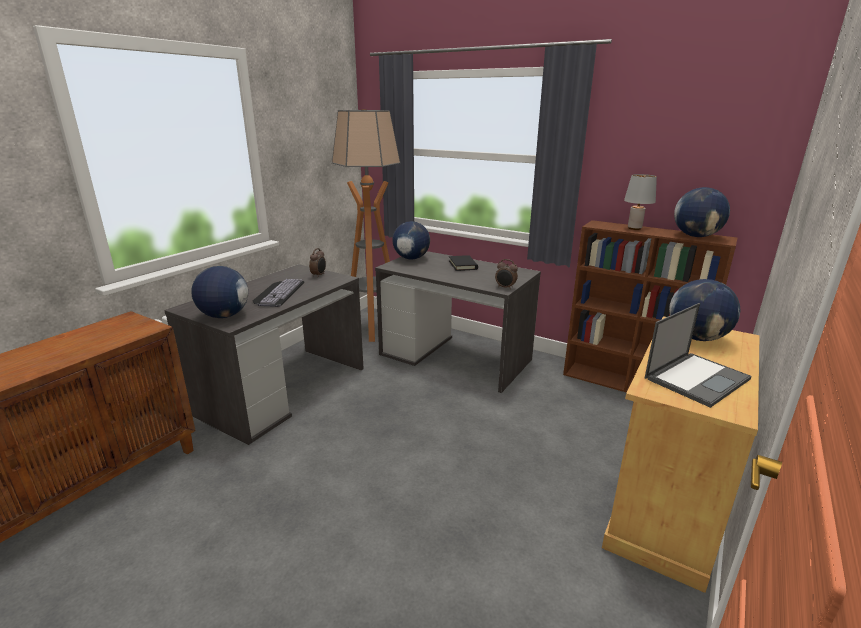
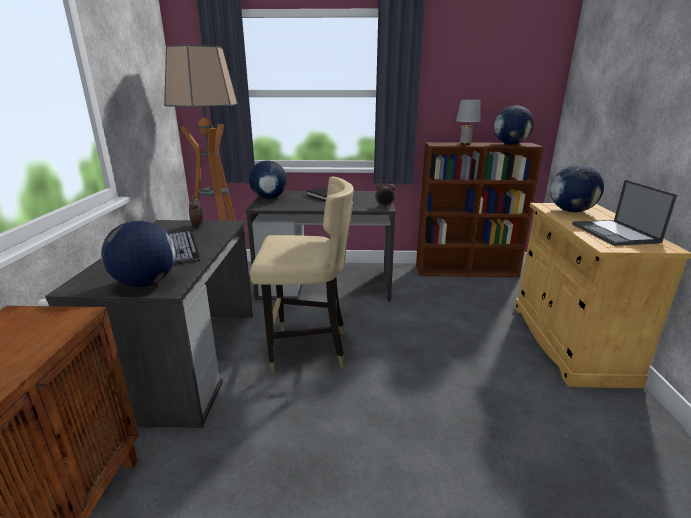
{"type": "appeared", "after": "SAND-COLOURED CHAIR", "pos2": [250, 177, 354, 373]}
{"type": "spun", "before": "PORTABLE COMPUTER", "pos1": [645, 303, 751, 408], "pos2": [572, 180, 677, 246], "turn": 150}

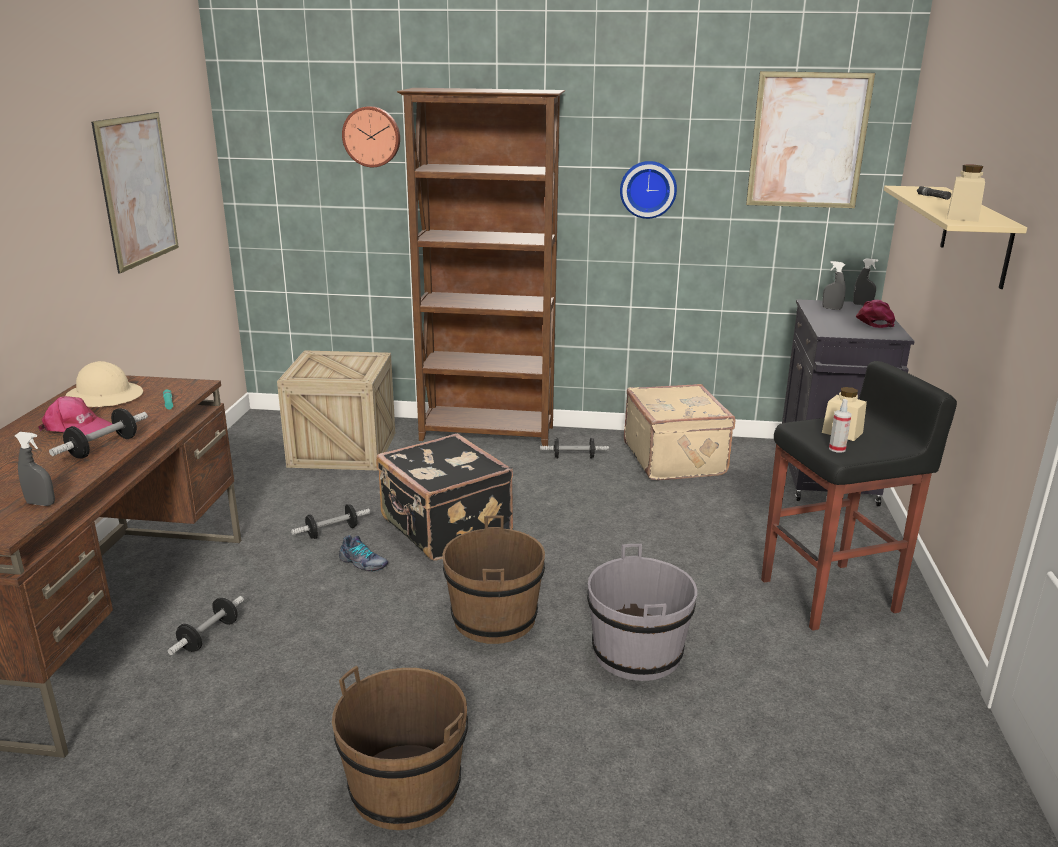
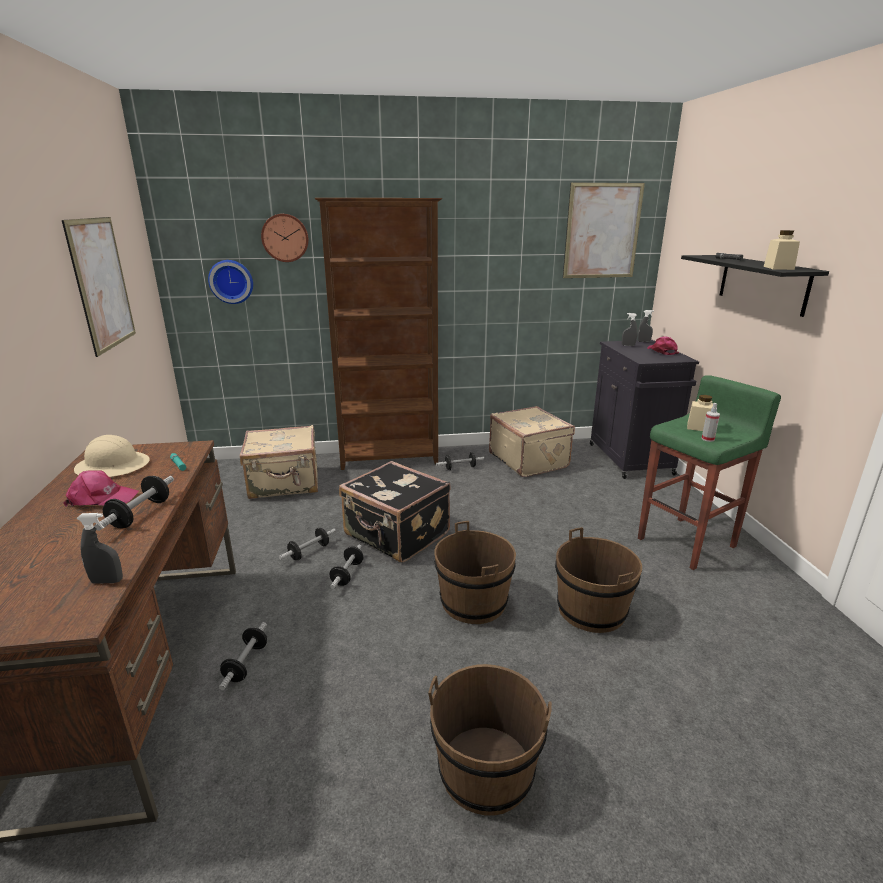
{"type": "relocated", "before": "CLOCK ON THE WALL", "pos1": [620, 161, 677, 219], "pos2": [208, 260, 253, 304]}
{"type": "exchanged", "before": "CRATE", "after": "SAND-COLOURED TRAVEL CASE", "pos1": [277, 350, 395, 471], "pos2": [240, 425, 318, 499]}
{"type": "exchanged", "before": "SHOE", "after": "HAND WEIGHT", "pos1": [339, 535, 388, 572], "pos2": [330, 545, 363, 589]}
{"type": "colour", "before": "GRAY PAIL", "after": "BROWN PAIL", "pos1": [587, 544, 697, 681], "pos2": [555, 527, 642, 633]}
{"type": "colour", "before": "BLACKISH SITTING STOOL", "after": "GREENISH SITTING STOOL", "pos1": [761, 361, 957, 631], "pos2": [638, 375, 781, 570]}
{"type": "colour", "before": "SAND-COLOURED SHELF", "after": "BLACKISH SHELF", "pos1": [884, 186, 1027, 289], "pos2": [681, 255, 829, 317]}

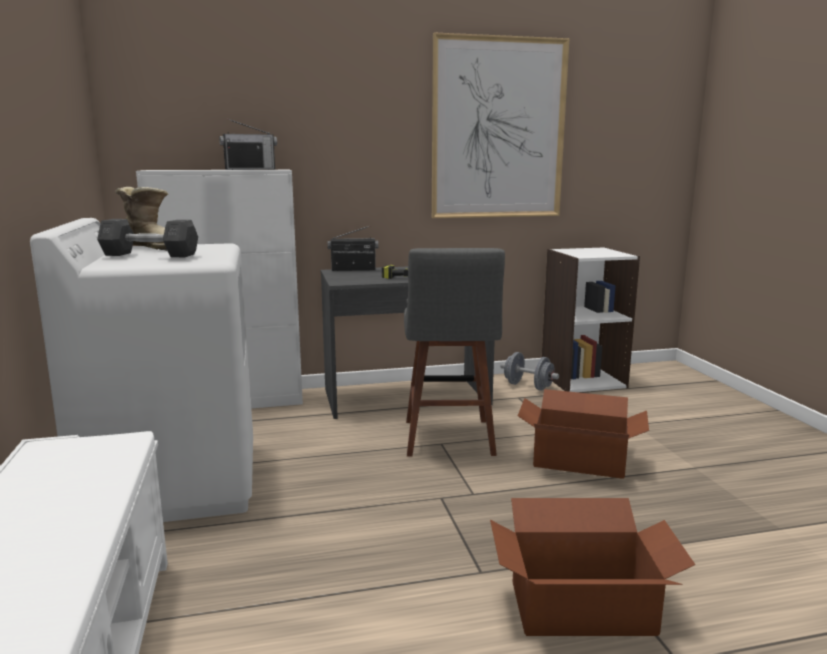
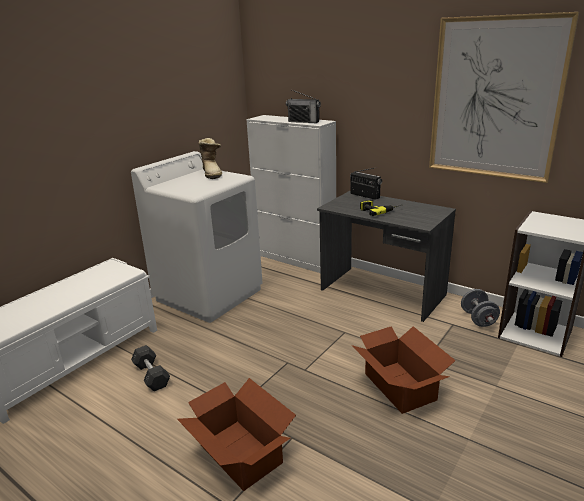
{"type": "missing", "before": "GRAY SITTING STOOL", "pos1": [404, 248, 505, 457]}
{"type": "relocated", "before": "GRAY HAND WEIGHT", "pos1": [97, 219, 198, 257], "pos2": [131, 345, 170, 391]}

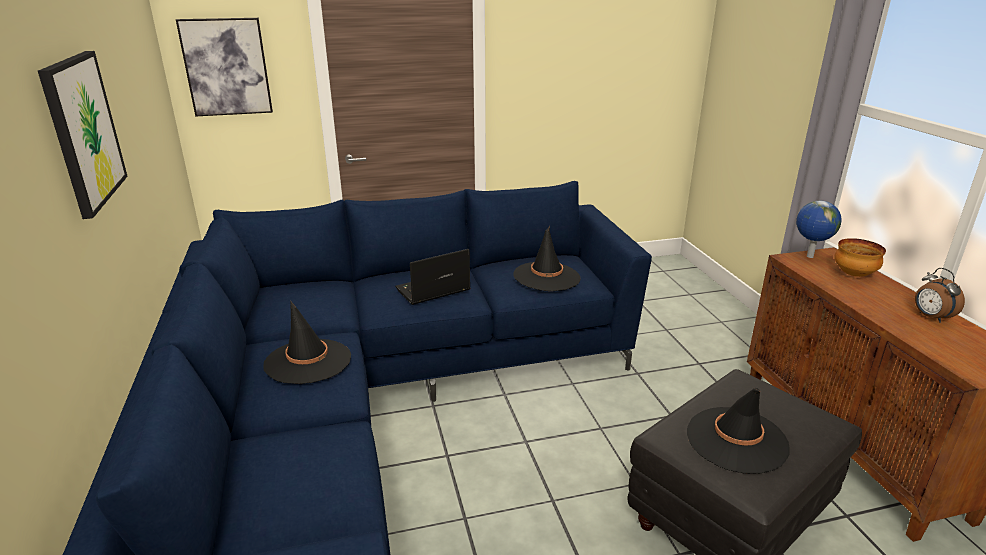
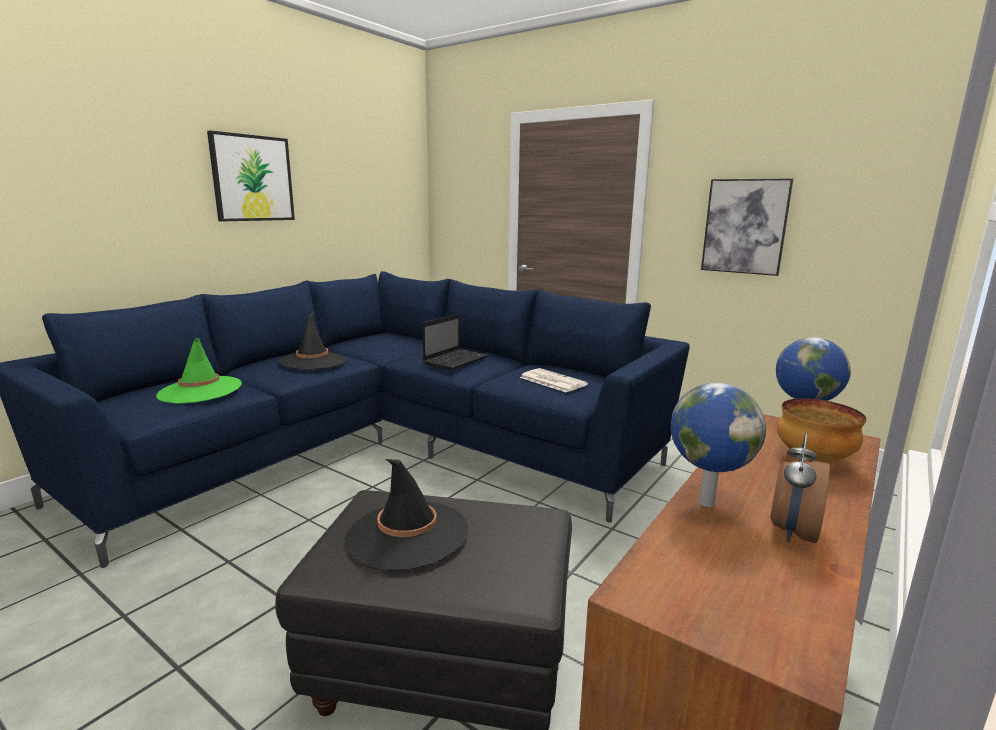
{"type": "appeared", "after": "GREENISH WEARABLE HAT", "pos2": [156, 338, 242, 404]}
{"type": "appeared", "after": "WORLD GLOBE", "pos2": [671, 383, 766, 507]}
{"type": "relocated", "before": "WALL PICTURE", "pos1": [176, 18, 273, 117], "pos2": [701, 178, 793, 276]}
{"type": "exchanged", "before": "BLACKISH WEARABLE HAT", "after": "DAILY PAPER", "pos1": [513, 226, 581, 291], "pos2": [520, 368, 588, 393]}
{"type": "spun", "before": "PORTABLE COMPUTER", "pos1": [395, 249, 470, 305], "pos2": [422, 314, 489, 370], "turn": 105}

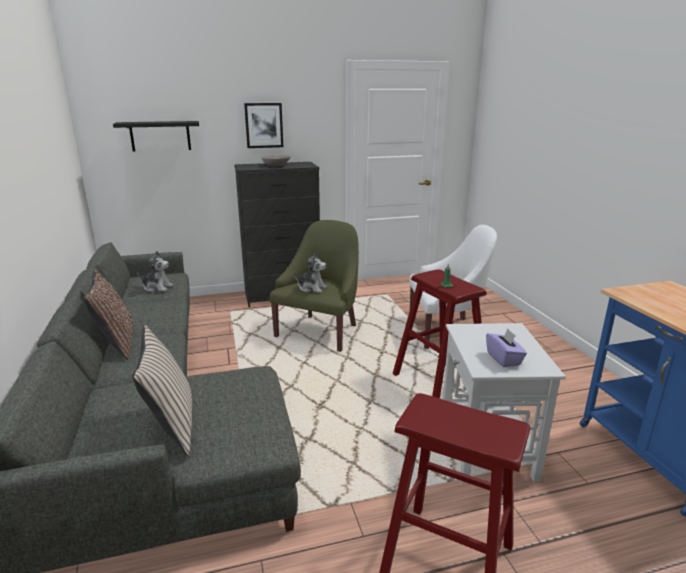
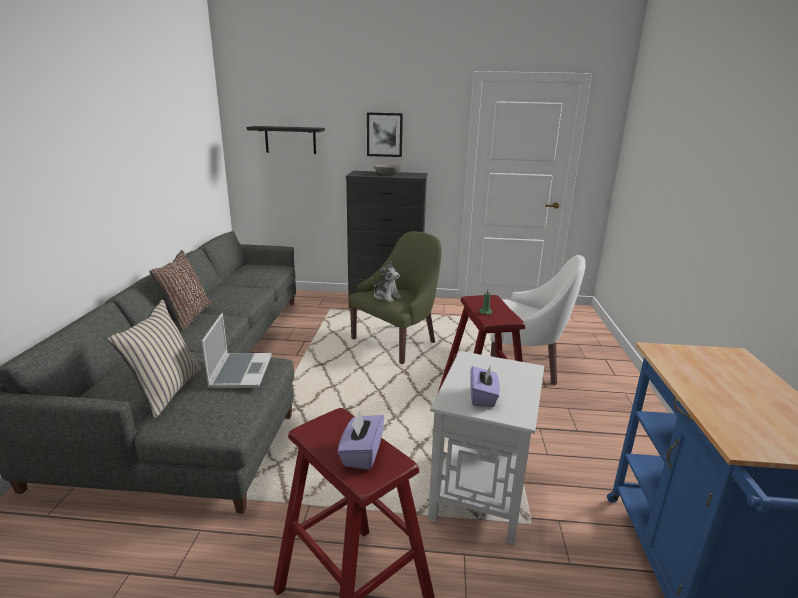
{"type": "missing", "before": "PLUSH TOY", "pos1": [137, 251, 174, 292]}
{"type": "appeared", "after": "PORTABLE COMPUTER", "pos2": [202, 313, 272, 388]}
{"type": "appeared", "after": "PURPLE-COLOURED TISSUE HOLDER", "pos2": [338, 410, 384, 470]}

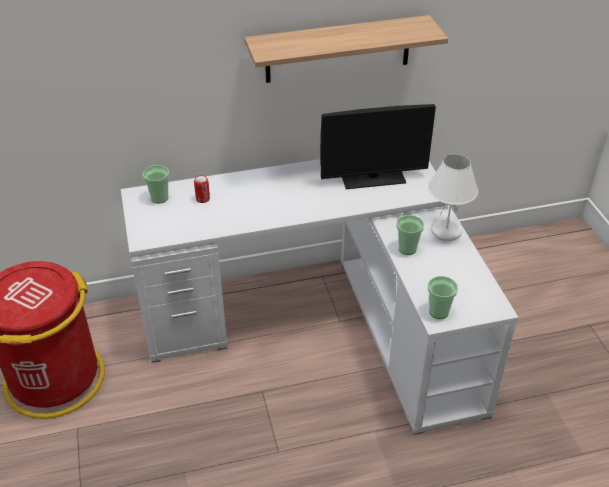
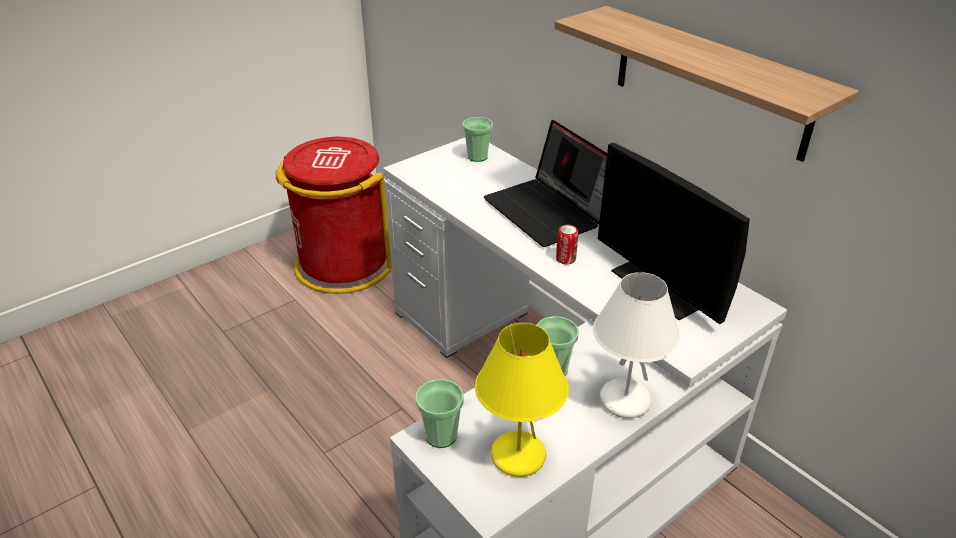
{"type": "appeared", "after": "YELLOWISH TABLETOP LAMP", "pos2": [475, 323, 569, 477]}
{"type": "appeared", "after": "PORTABLE COMPUTER", "pos2": [484, 120, 607, 247]}
{"type": "relocated", "before": "CAN", "pos1": [194, 175, 210, 203], "pos2": [556, 224, 578, 264]}

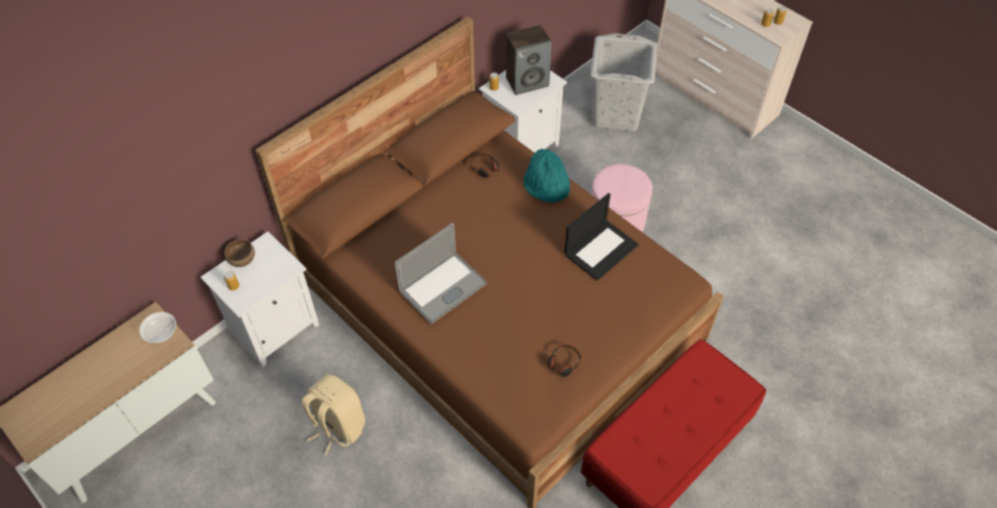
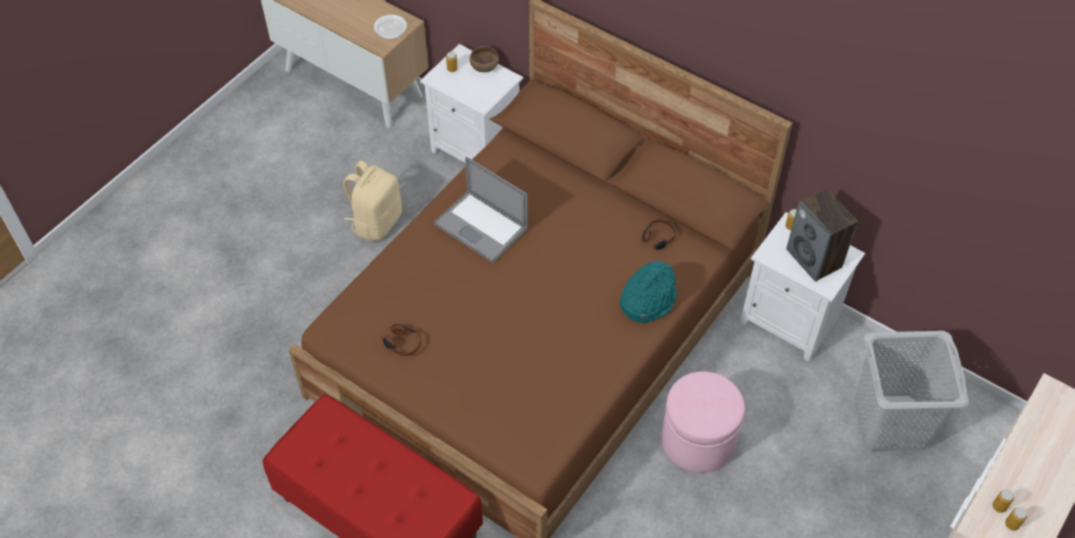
{"type": "missing", "before": "PORTABLE COMPUTER", "pos1": [564, 193, 638, 281]}

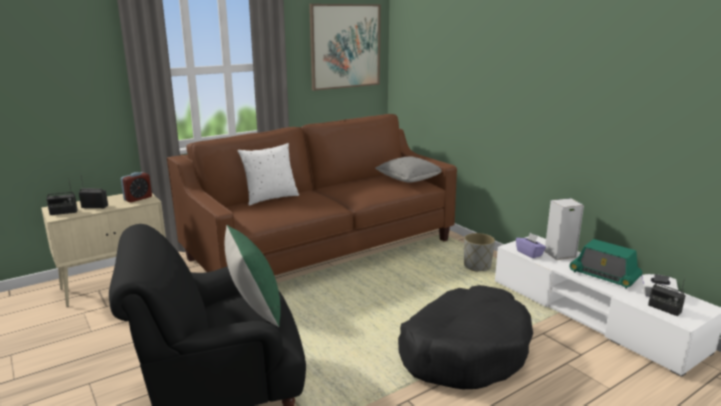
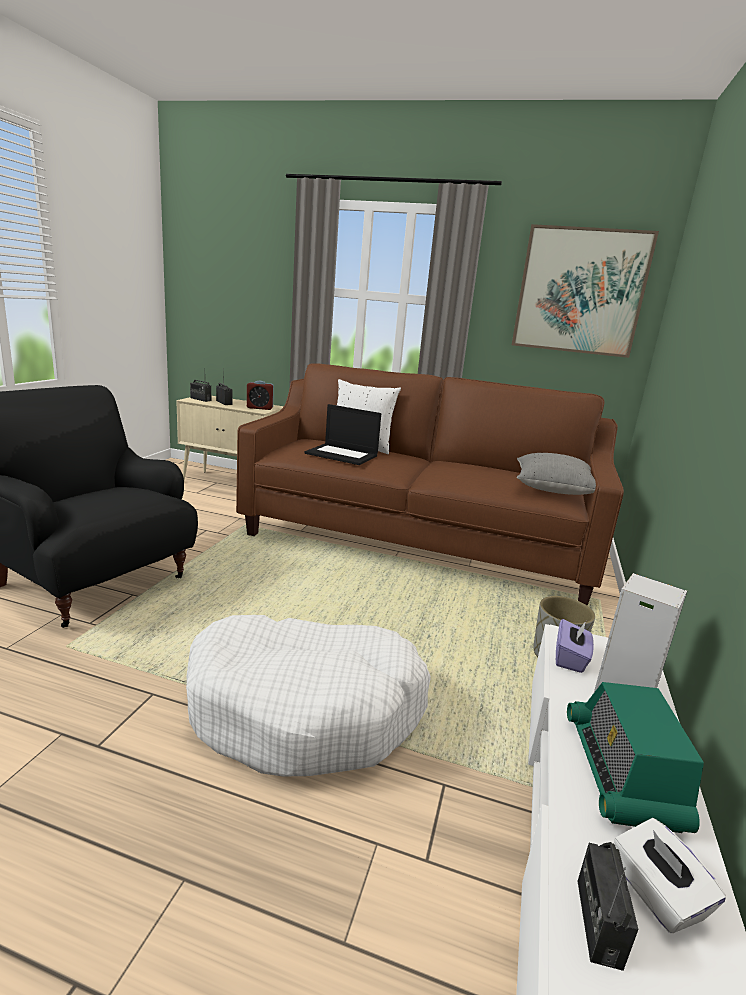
{"type": "missing", "before": "GREENISH THROW PILLOW", "pos1": [225, 225, 281, 327]}
{"type": "appeared", "after": "PORTABLE COMPUTER", "pos2": [305, 404, 381, 465]}
{"type": "colour", "before": "BLACKISH DOG BED", "after": "WHITE-COLOURED DOG BED", "pos1": [398, 285, 533, 389], "pos2": [186, 615, 431, 777]}

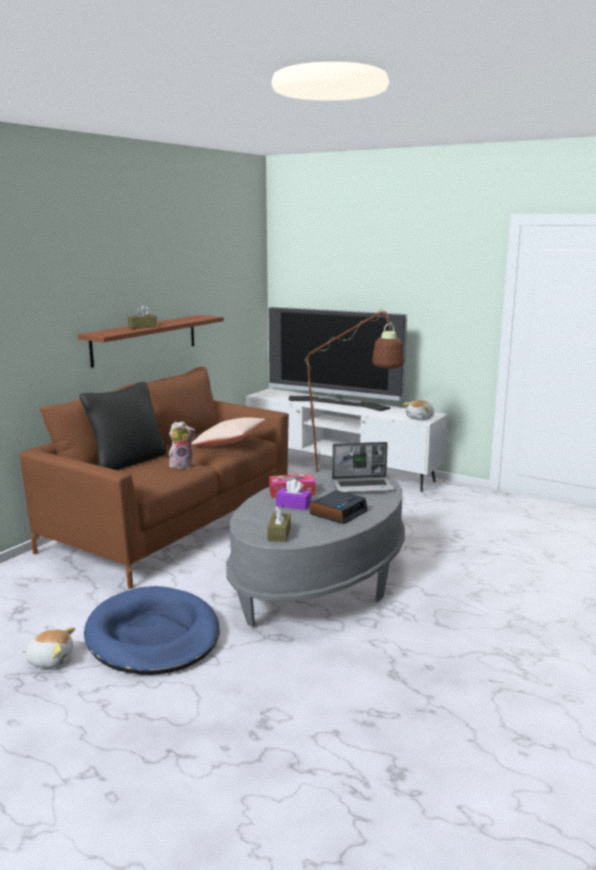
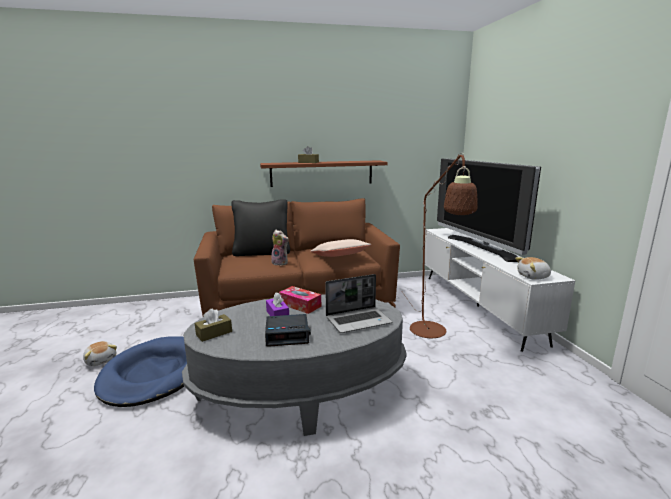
{"type": "spun", "before": "PORTABLE COMPUTER", "pos1": [332, 442, 395, 493], "pos2": [325, 274, 393, 333], "turn": -60}

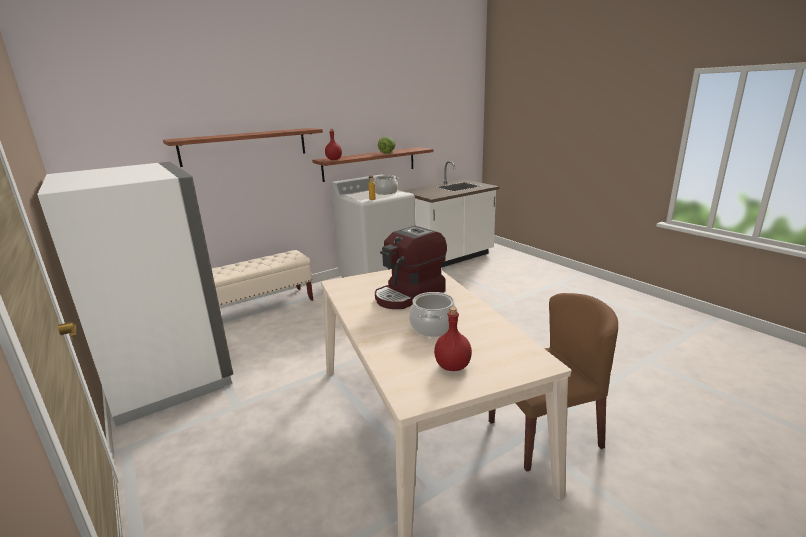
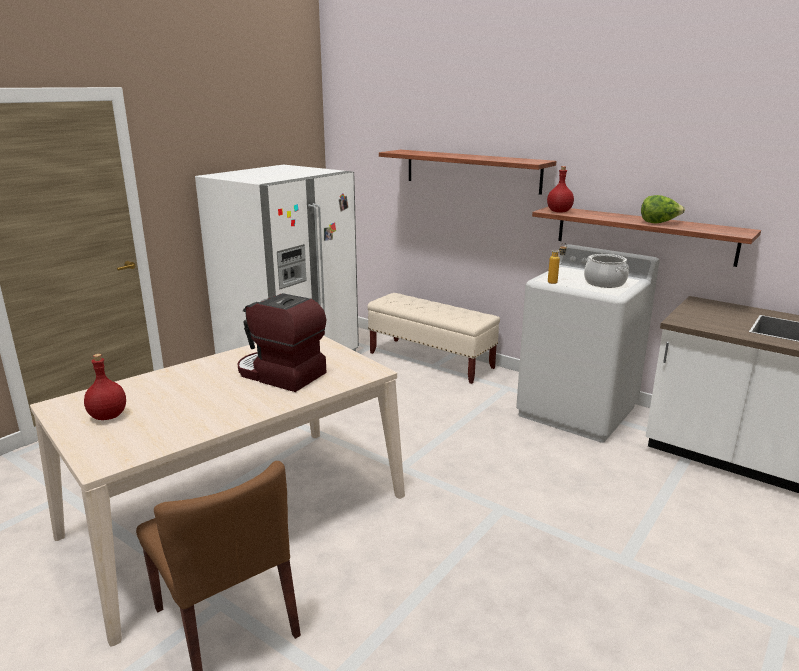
{"type": "missing", "before": "STOCKPOT", "pos1": [409, 292, 458, 337]}

